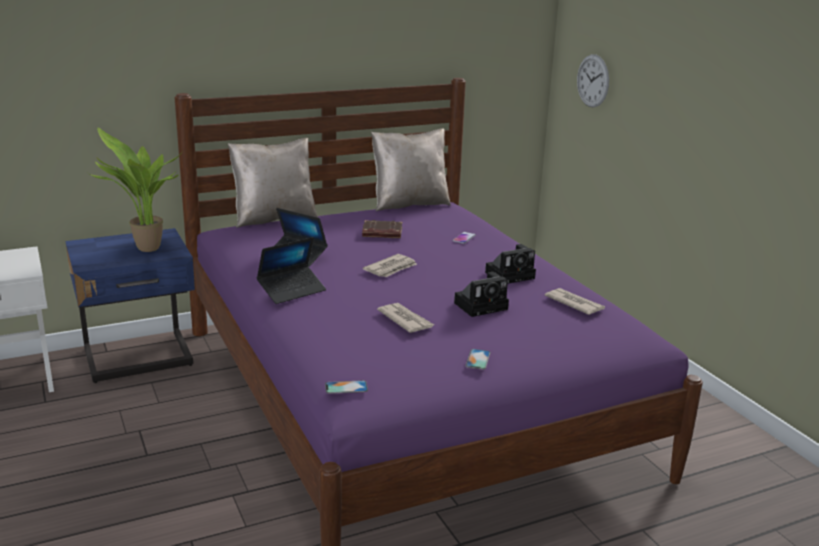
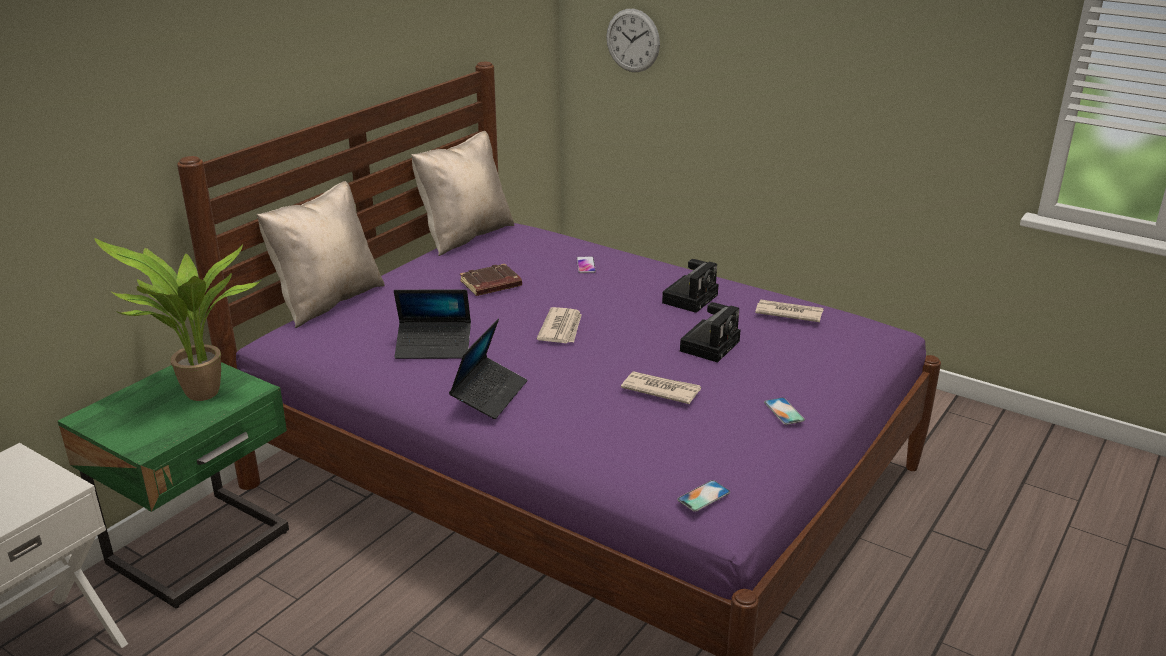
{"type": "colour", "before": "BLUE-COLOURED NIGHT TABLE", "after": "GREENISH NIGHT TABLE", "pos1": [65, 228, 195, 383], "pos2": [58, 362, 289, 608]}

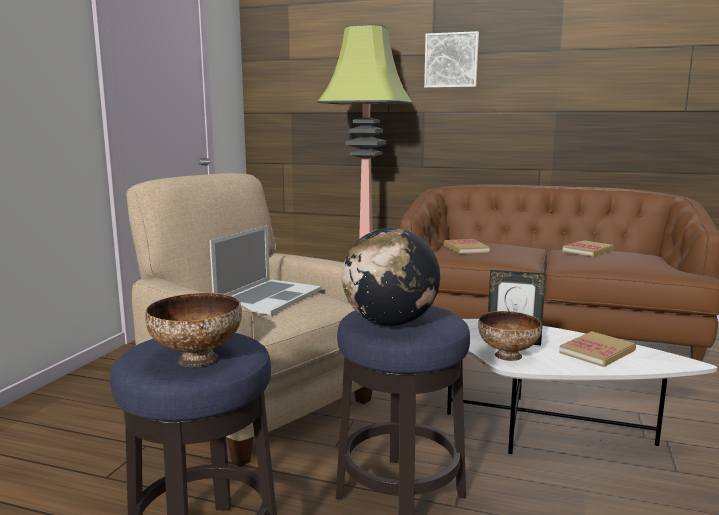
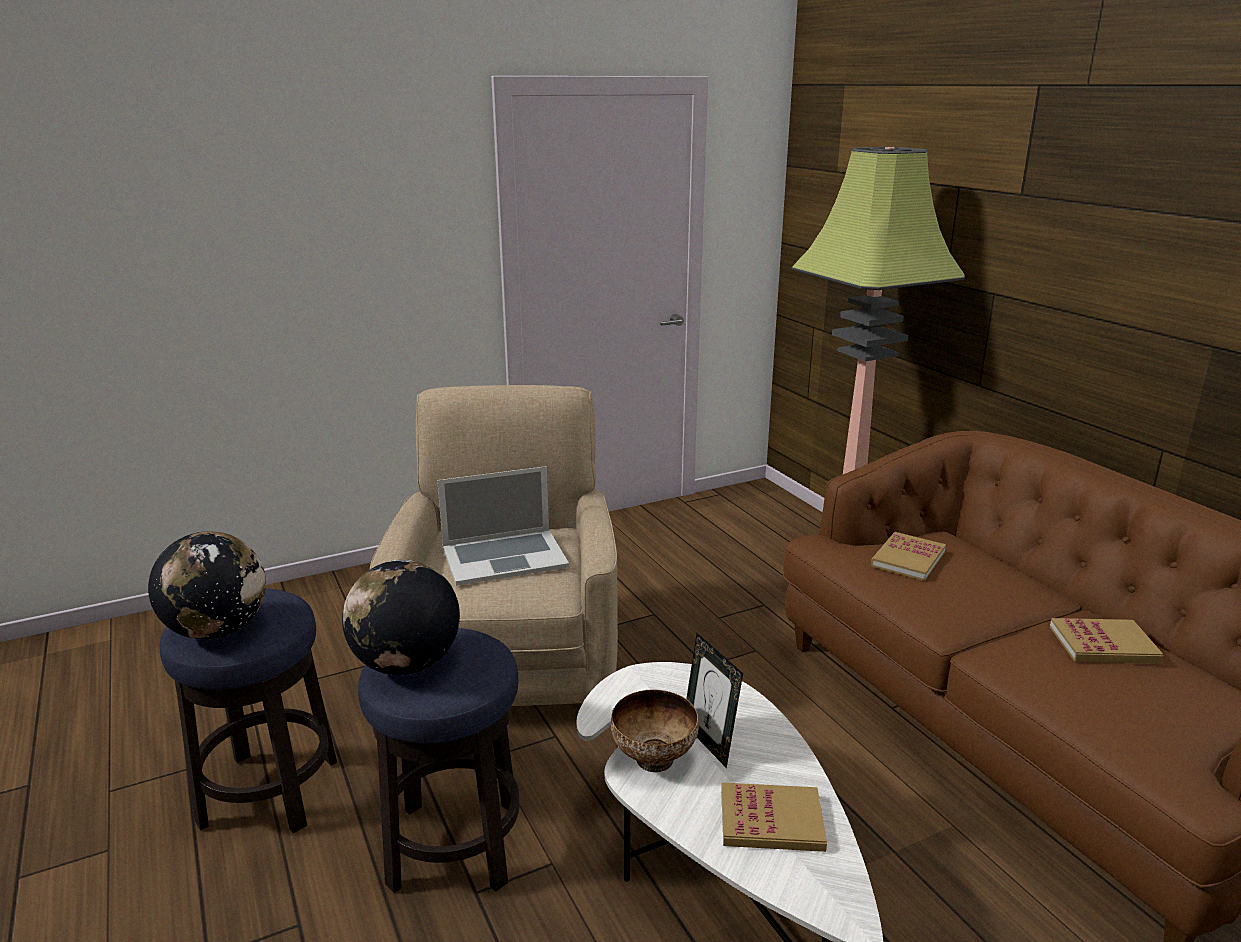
{"type": "missing", "before": "WALL PICTURE", "pos1": [424, 31, 479, 88]}
{"type": "exchanged", "before": "SERVING BOWL", "after": "WORLD GLOBE", "pos1": [145, 293, 242, 367], "pos2": [148, 531, 266, 640]}

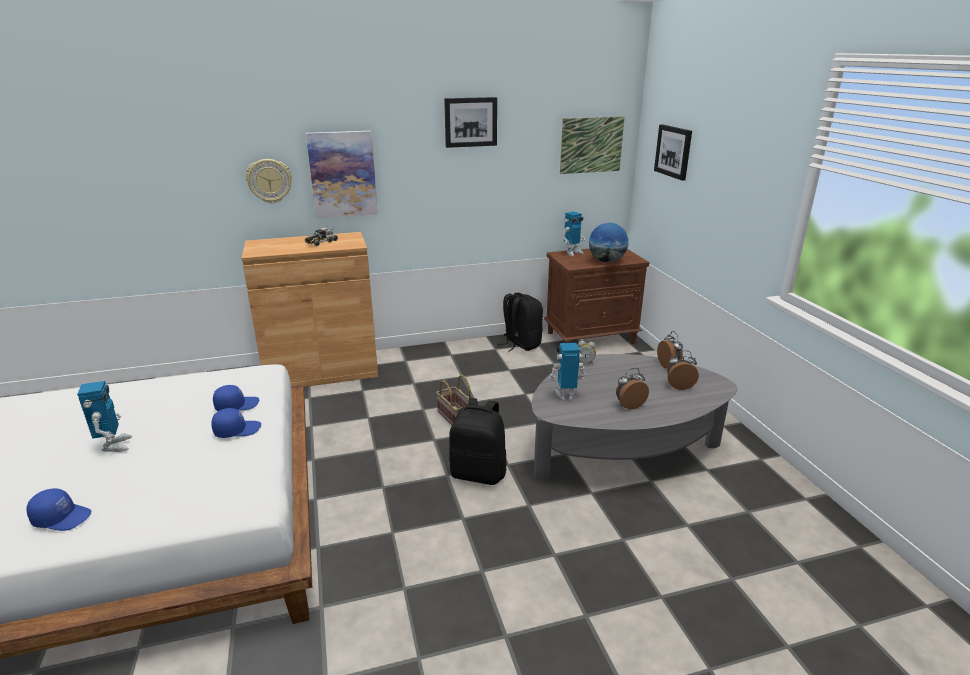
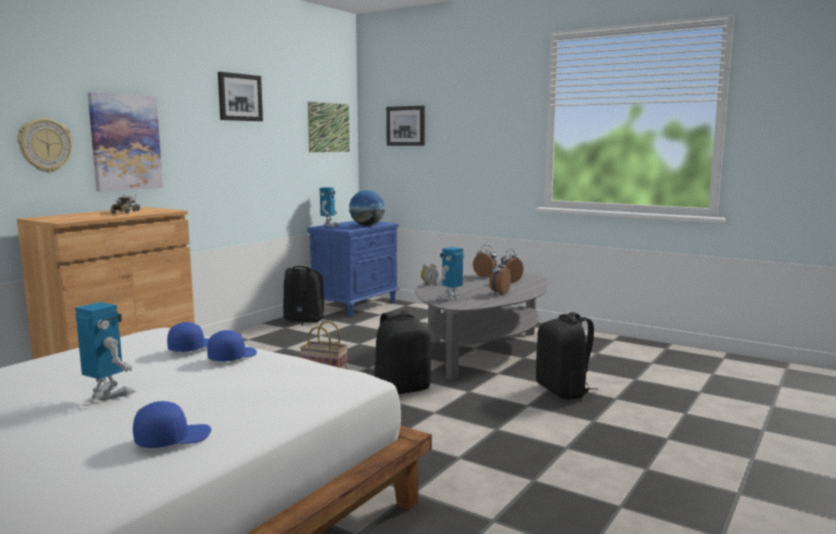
{"type": "appeared", "after": "BLACKISH KNAPSACK", "pos2": [536, 312, 598, 399]}
{"type": "colour", "before": "BROWN NIGHT TABLE", "after": "BLUE-COLOURED NIGHT TABLE", "pos1": [544, 249, 649, 344], "pos2": [307, 221, 400, 317]}

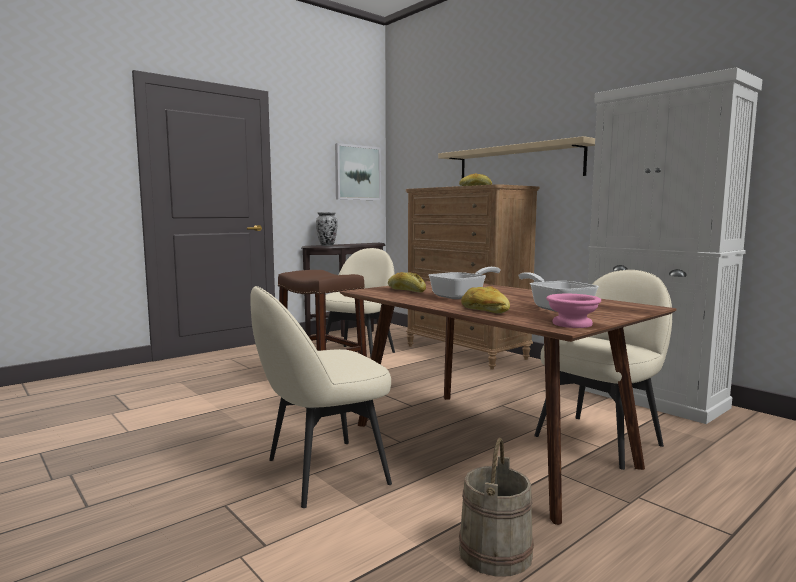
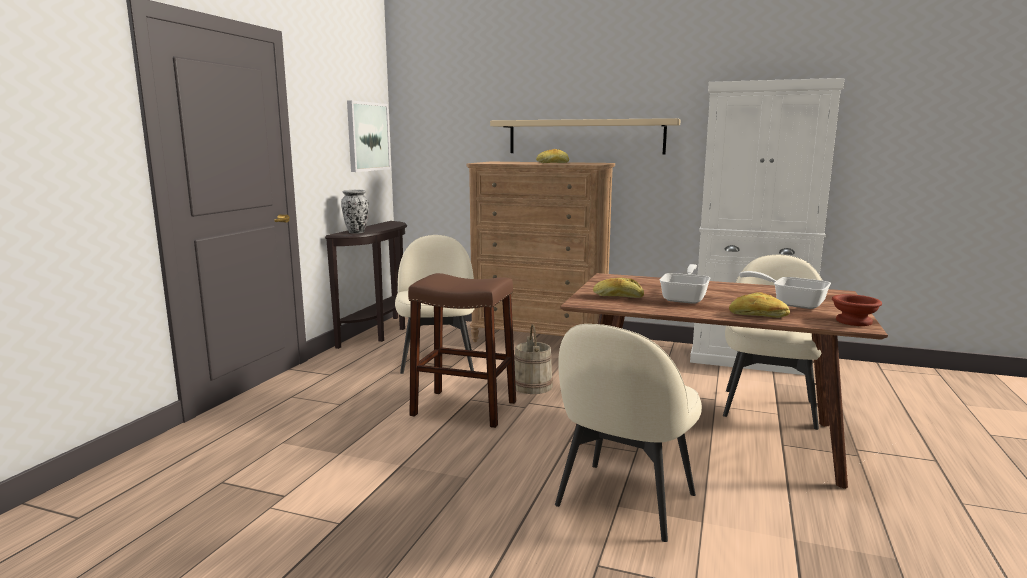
{"type": "relocated", "before": "SAND-COLOURED PAIL", "pos1": [459, 438, 534, 576], "pos2": [514, 324, 553, 394]}
{"type": "colour", "before": "PINKISH SERVING BOWL", "after": "BROWN SERVING BOWL", "pos1": [546, 294, 601, 328], "pos2": [832, 294, 882, 326]}

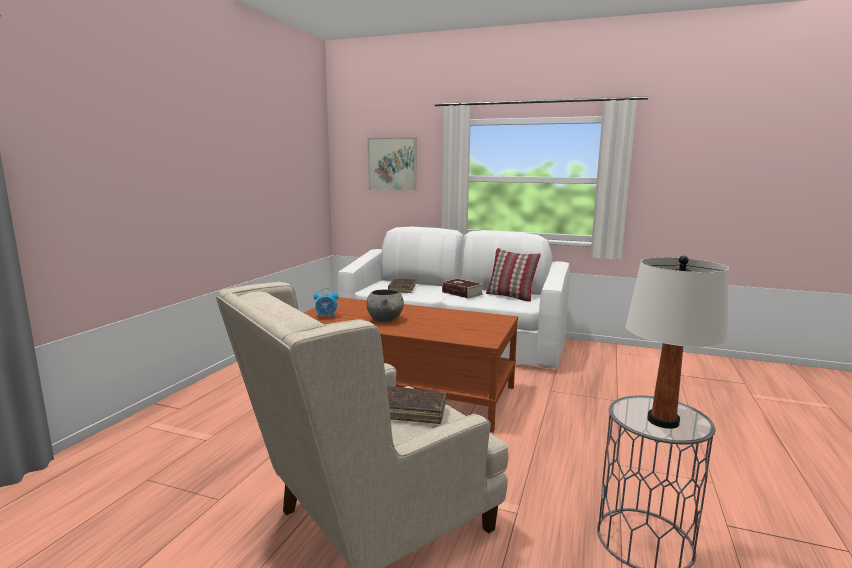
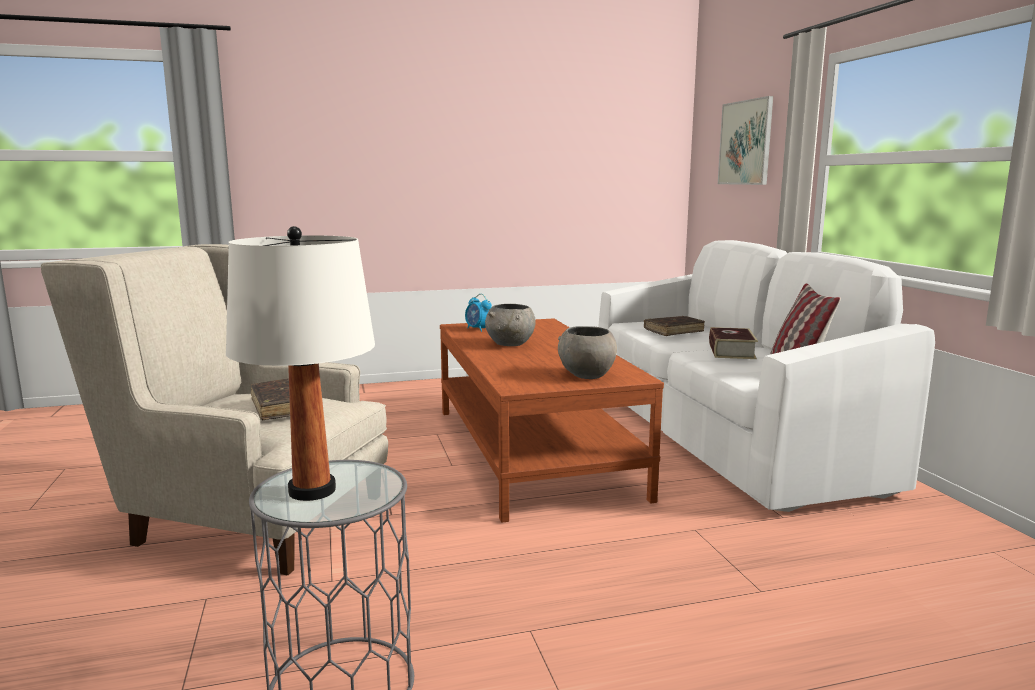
{"type": "appeared", "after": "GRAY SERVING BOWL", "pos2": [558, 326, 617, 379]}

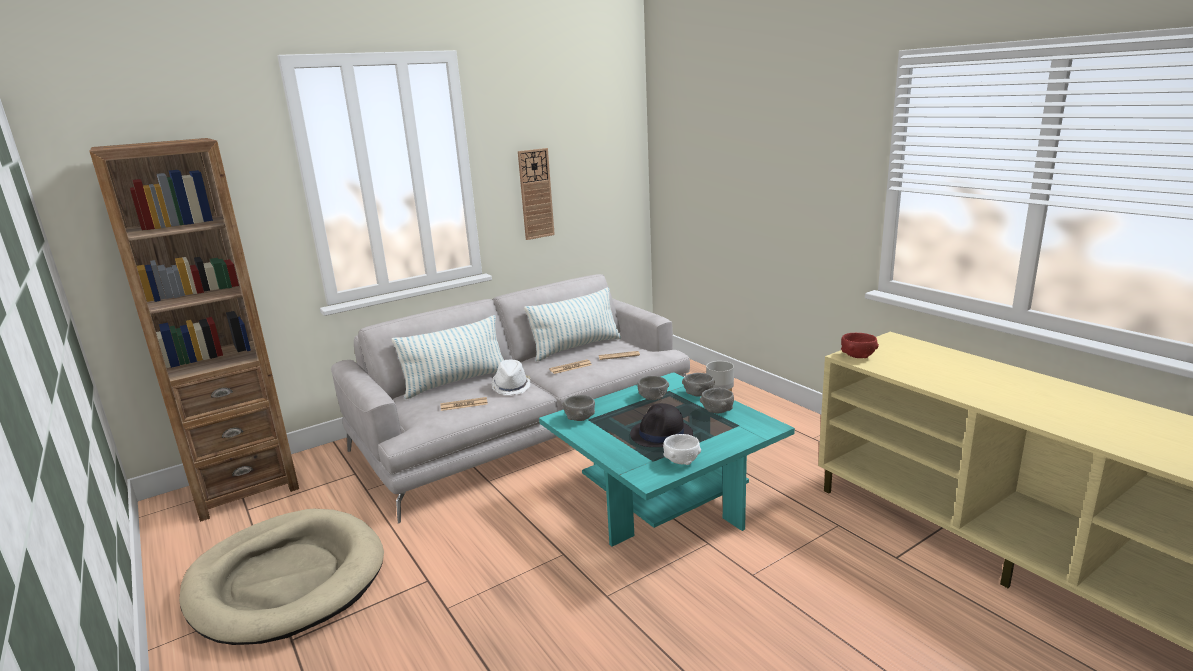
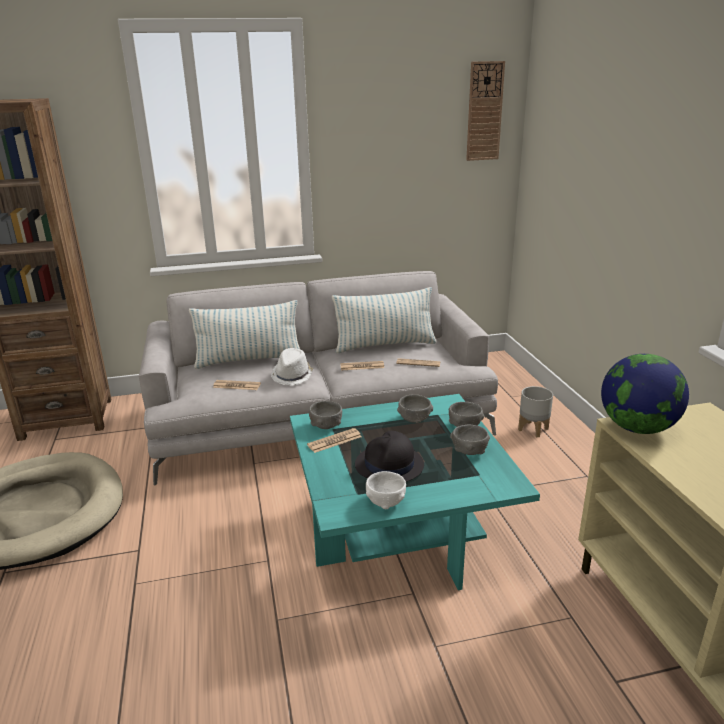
{"type": "appeared", "after": "DAILY PAPER", "pos2": [307, 428, 362, 453]}
{"type": "relocated", "before": "CLOCK ON THE WALL", "pos1": [518, 148, 555, 240], "pos2": [466, 61, 505, 161]}
{"type": "exchanged", "before": "RED SERVING BOWL", "after": "WORLD GLOBE", "pos1": [841, 333, 879, 358], "pos2": [601, 354, 689, 434]}

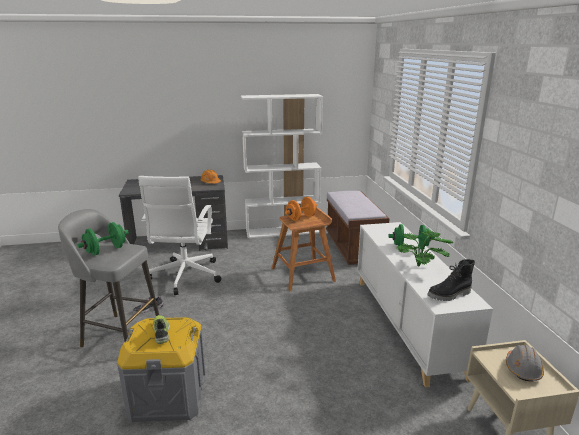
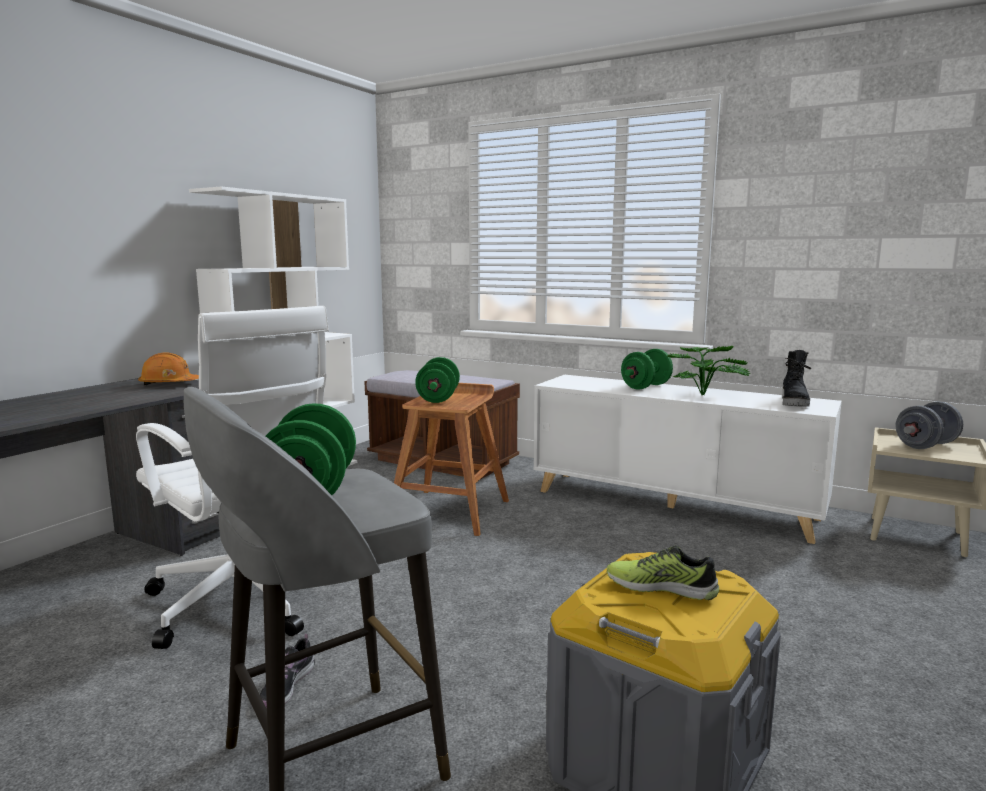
{"type": "exchanged", "before": "GRAY WORK HELMET", "after": "GRAY HAND WEIGHT", "pos1": [506, 345, 544, 382], "pos2": [896, 401, 963, 449]}
{"type": "colour", "before": "ORANGEY HAND WEIGHT", "after": "GREENISH HAND WEIGHT", "pos1": [285, 197, 317, 221], "pos2": [415, 357, 460, 403]}

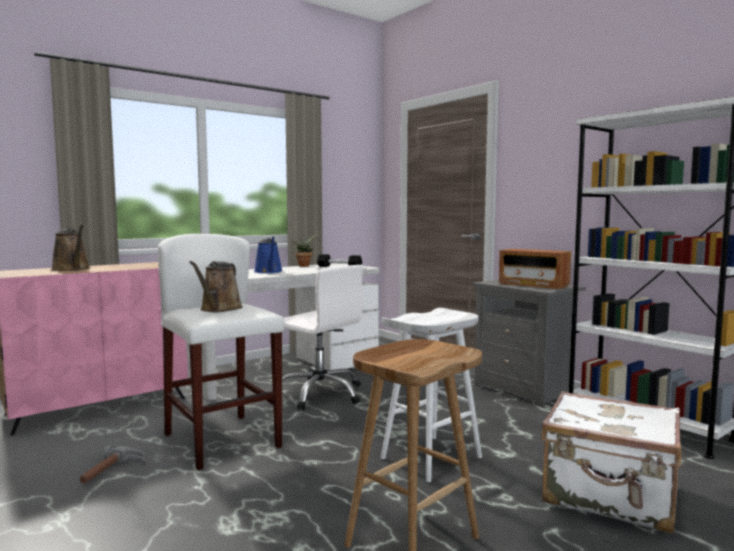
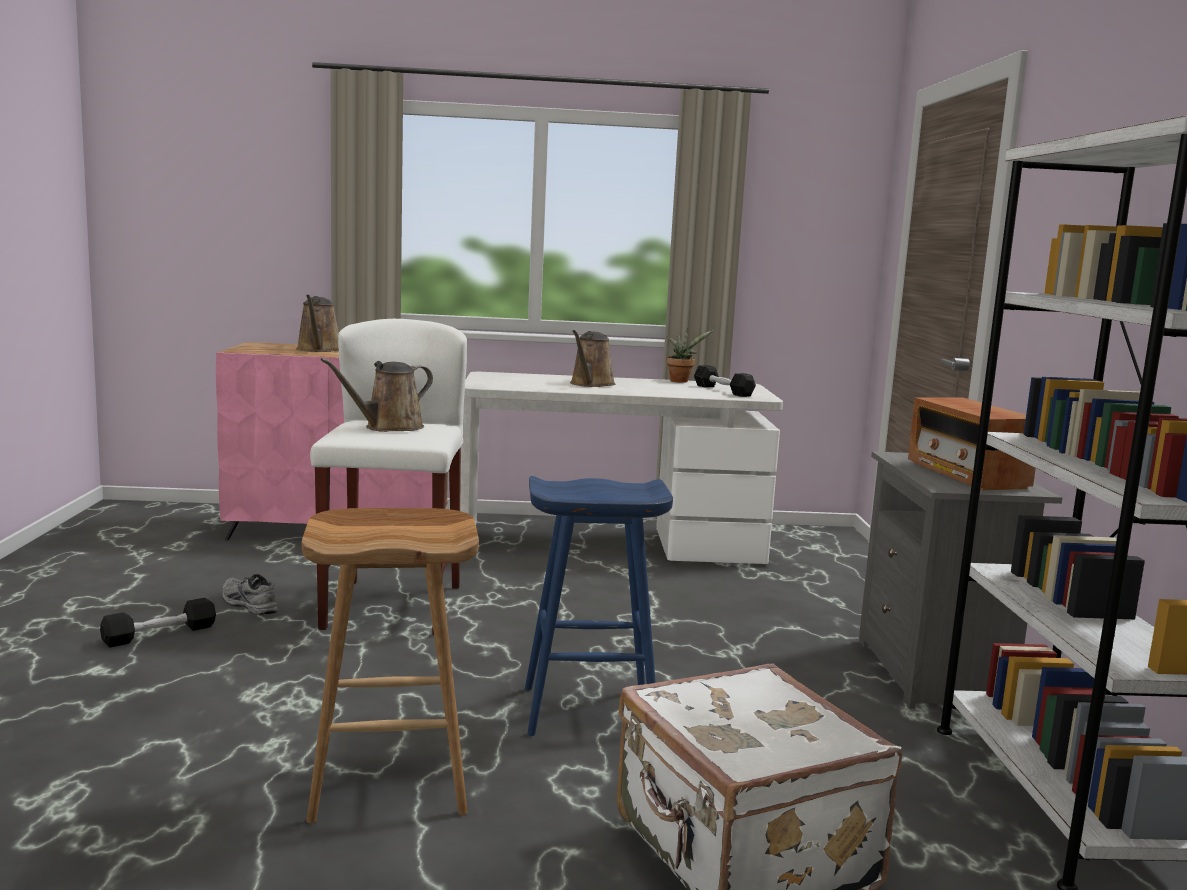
{"type": "missing", "before": "WHITE-COLOURED DESK CHAIR", "pos1": [272, 265, 363, 410]}
{"type": "appeared", "after": "BLACKISH HAND WEIGHT", "pos2": [100, 598, 216, 647]}
{"type": "exchanged", "before": "HAND HAMMER", "after": "GRAY SHOE", "pos1": [80, 445, 145, 484], "pos2": [222, 574, 278, 615]}
{"type": "colour", "before": "BLUE-COLOURED WATERING POT", "after": "BROWN WATERING POT", "pos1": [254, 237, 283, 273], "pos2": [570, 330, 615, 387]}
{"type": "colour", "before": "WHITE-COLOURED SITTING STOOL", "after": "BLUE-COLOURED SITTING STOOL", "pos1": [381, 308, 482, 482], "pos2": [525, 476, 673, 736]}

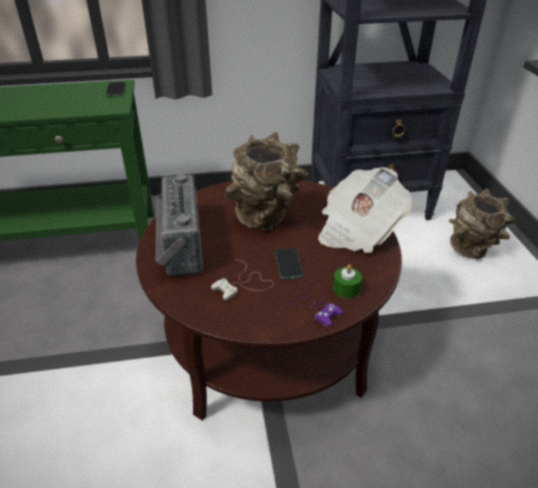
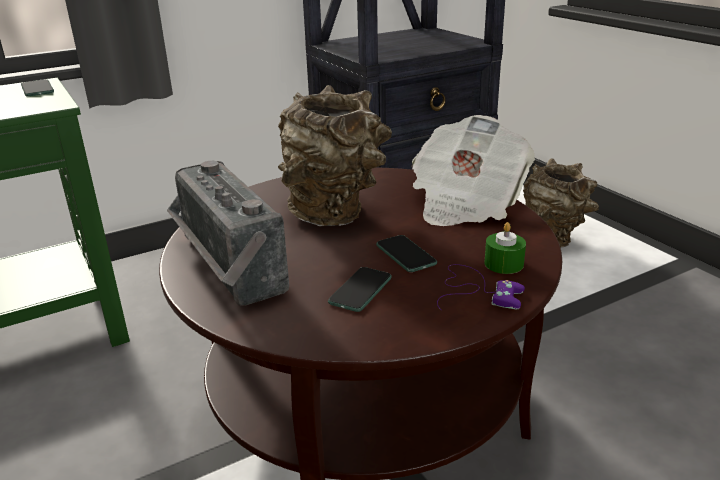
{"type": "exchanged", "before": "WHITE-COLOURED GAMEPAD", "after": "PHONE", "pos1": [211, 259, 274, 300], "pos2": [328, 267, 392, 312]}

